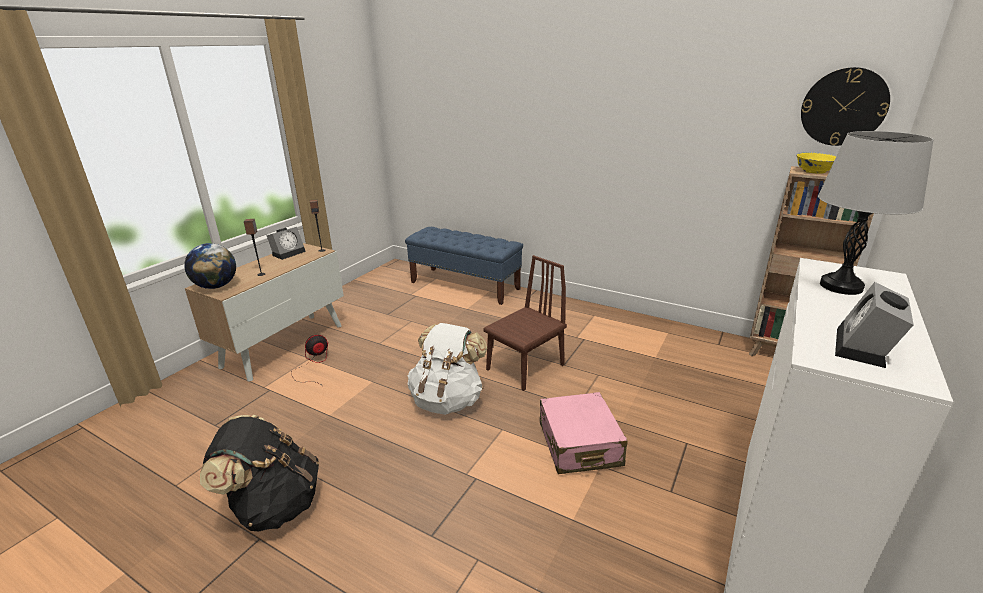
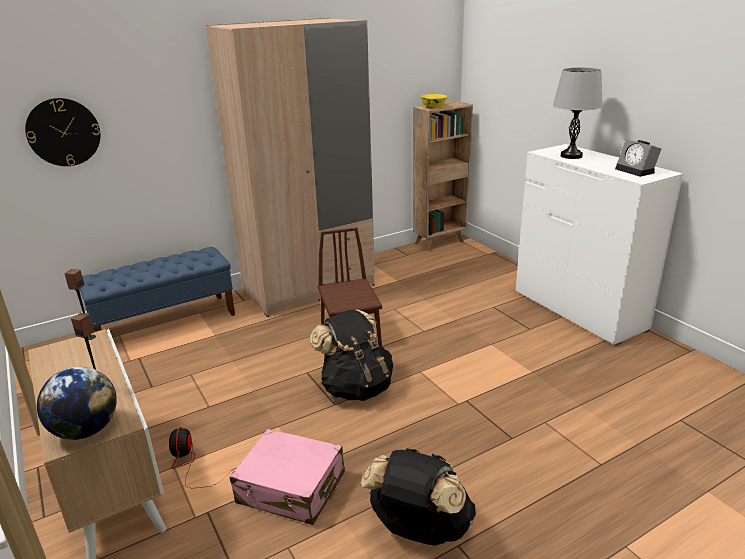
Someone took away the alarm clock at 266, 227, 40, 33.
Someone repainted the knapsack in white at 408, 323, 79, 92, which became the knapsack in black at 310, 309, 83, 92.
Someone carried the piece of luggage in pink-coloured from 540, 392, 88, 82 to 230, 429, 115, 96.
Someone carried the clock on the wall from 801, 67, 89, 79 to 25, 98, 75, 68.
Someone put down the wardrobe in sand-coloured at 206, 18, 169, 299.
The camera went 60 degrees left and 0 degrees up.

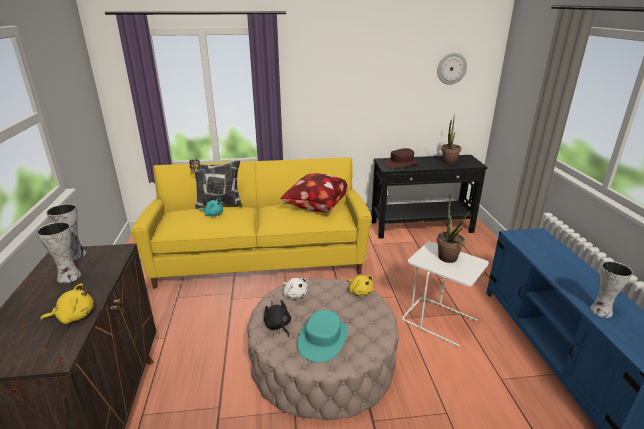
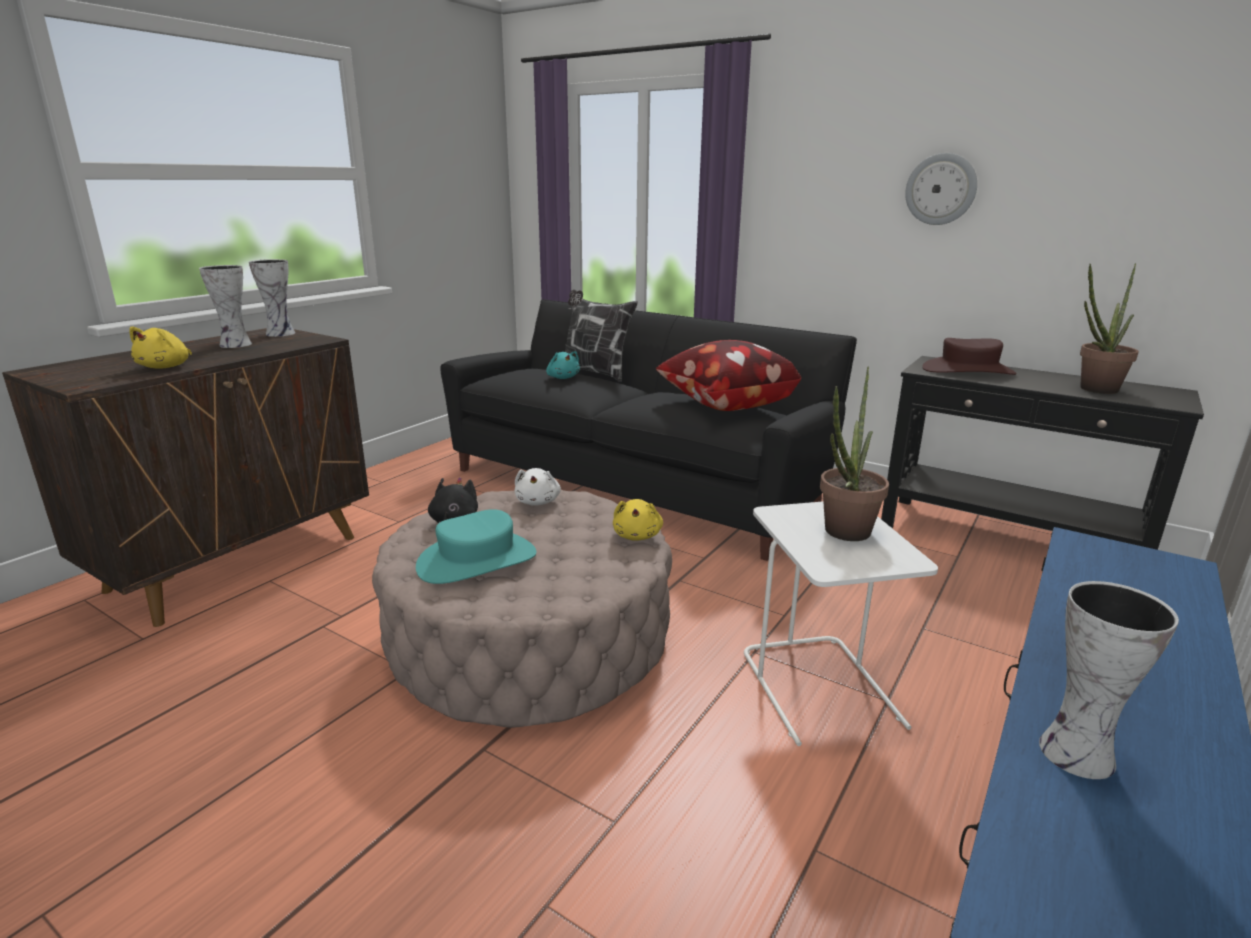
Someone rotated the plush toy in yellow at 40, 283, 54, 41 by 75 degrees clockwise.
Someone repainted the sofa in yellow at 131, 157, 241, 132, which became the sofa in black at 440, 299, 417, 262.
Someone carried the clock on the wall from 437, 53, 30, 32 to 905, 153, 72, 72.
The camera went 40 degrees right and 5 degrees down.

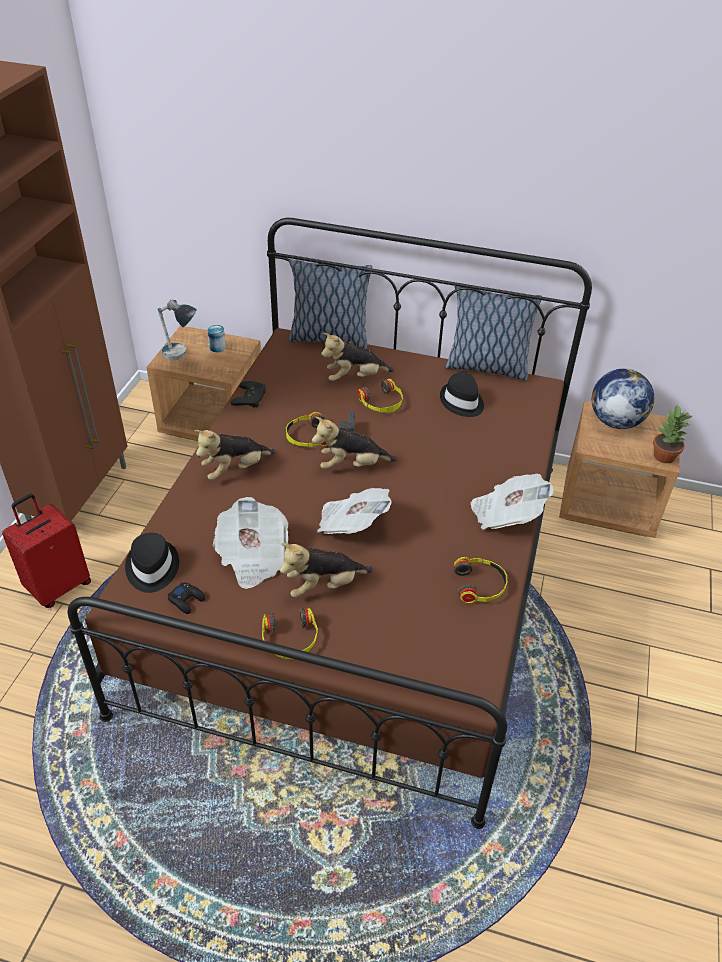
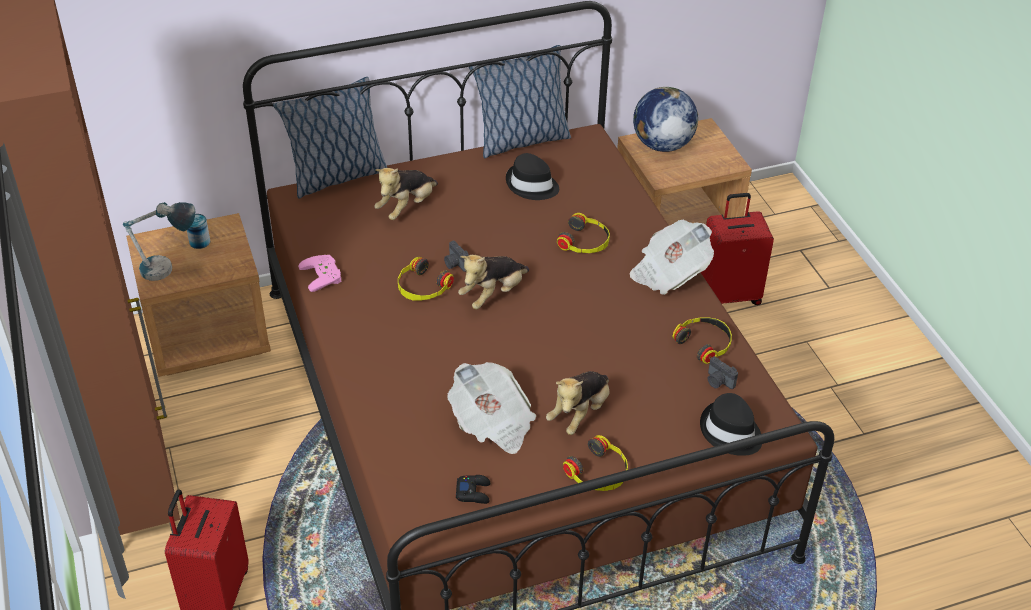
Someone carried the wearable hat in black from 125, 533, 54, 60 to 700, 393, 62, 63.
Someone took away the plush toy at 194, 430, 81, 50.
Someone repainted the gamepad in black at 230, 381, 36, 27, which became the gamepad in pink-coloured at 298, 255, 44, 37.
Someone took away the newspaper at 317, 488, 75, 46.
Someone carried the pair of headphones from 358, 379, 45, 34 to 557, 213, 53, 40.
Someone took away the houseplant at 653, 404, 39, 59.
Someone put down the piece of luggage in red-coloured at 701, 193, 73, 112.
Someone put down the still camera at 708, 357, 30, 32.
The camera went 35 degrees left and 0 degrees up.

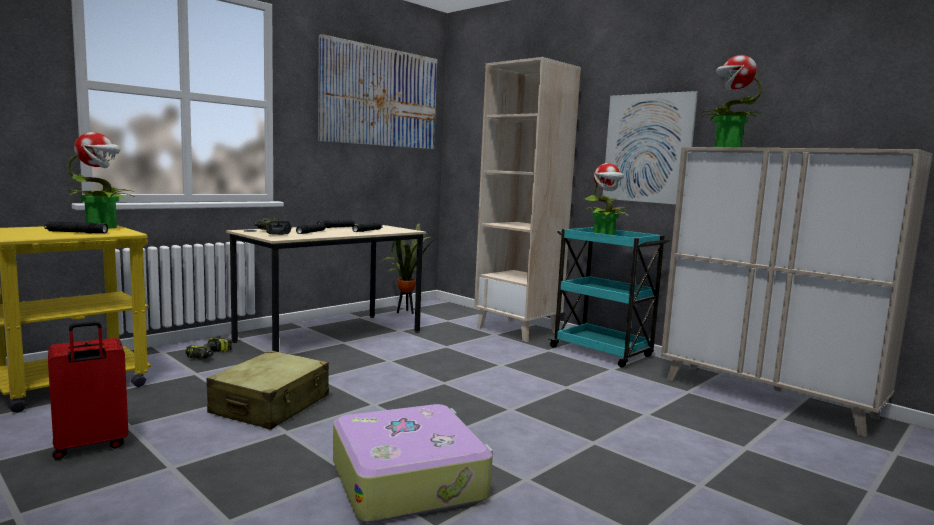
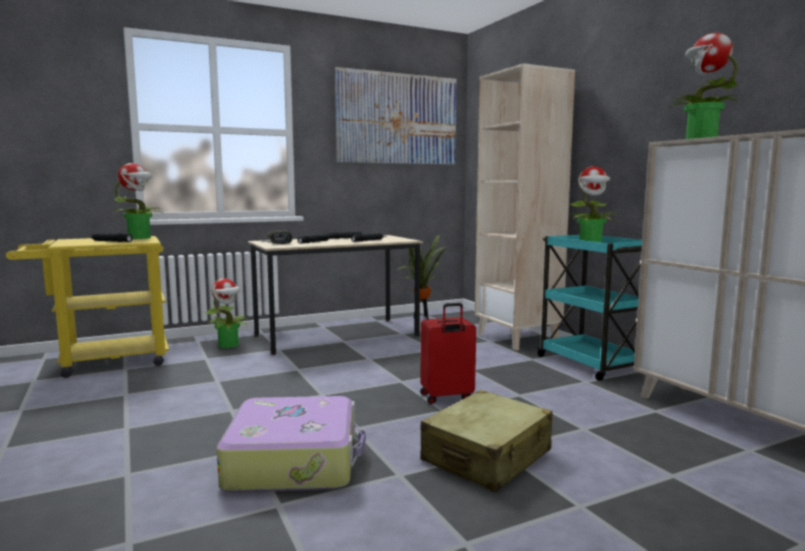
Someone carried the piece of luggage in red-coloured from 48, 321, 80, 139 to 420, 303, 56, 101.
Someone swapped the electric drill at 186, 336, 46, 23 for the houseplant at 205, 278, 43, 70.
Someone carried the piece of luggage in sand-coloured from 206, 350, 123, 80 to 420, 390, 133, 102.
Someone took away the wall picture at 603, 91, 95, 113.
The camera went 20 degrees right and 0 degrees up.

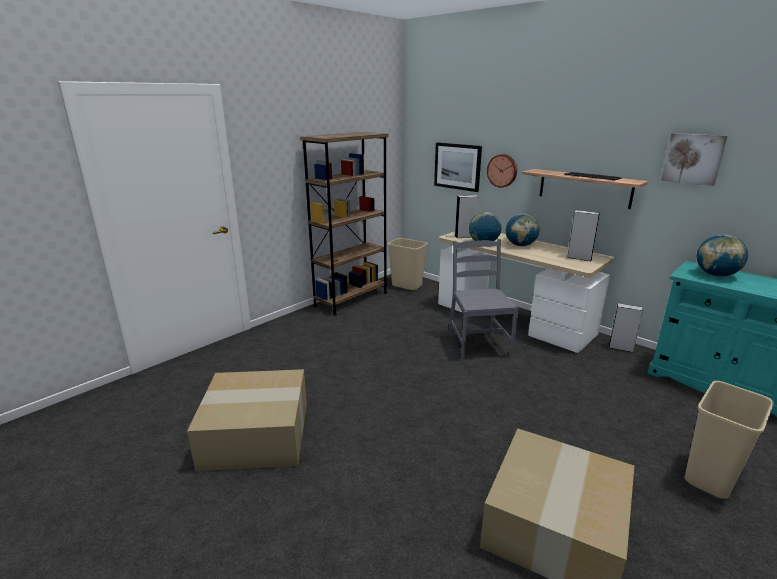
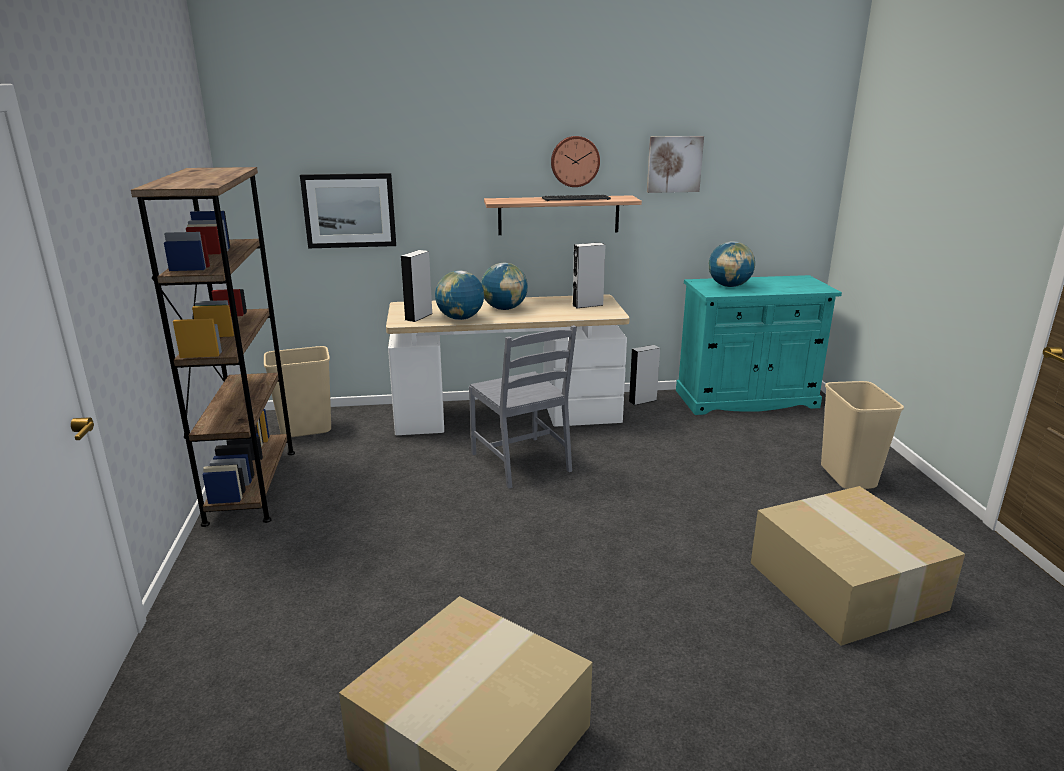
Someone rotated the upright chair in gray at 448, 239, 71, 122 by 150 degrees counterclockwise.
Someone carried the clock on the wall from 487, 154, 30, 34 to 551, 136, 49, 51.
The camera went 50 degrees left and 0 degrees up.

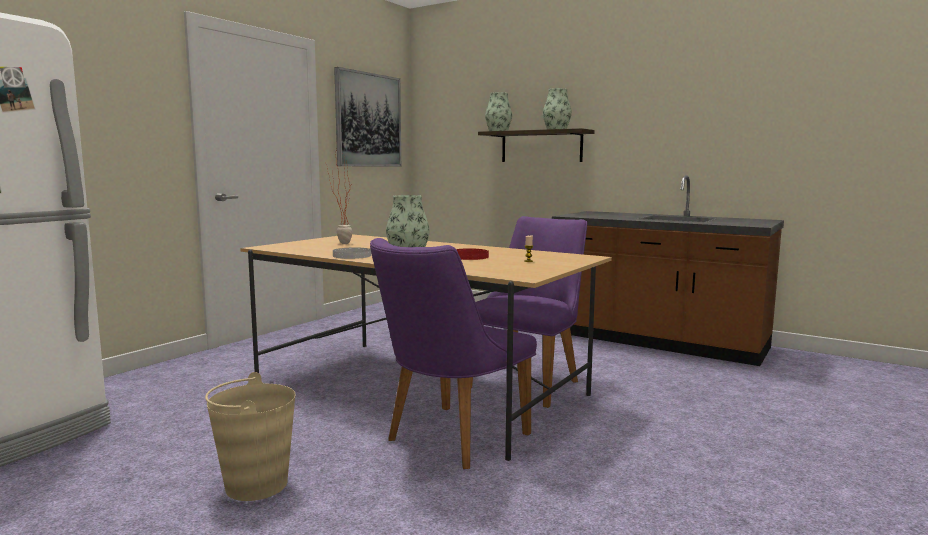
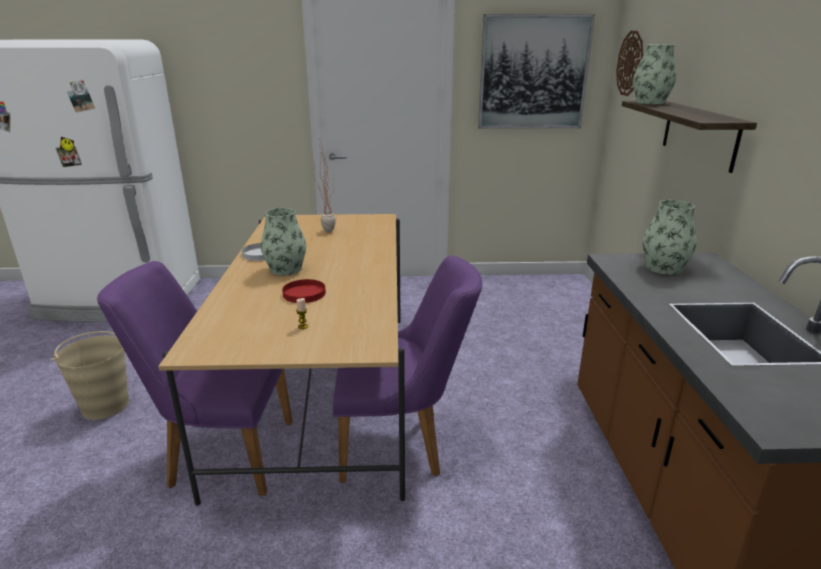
Someone carried the decorative vase from 543, 88, 29, 41 to 642, 200, 55, 75.
Someone put up the clock on the wall at 616, 31, 27, 65.
The camera went 55 degrees right and 15 degrees up.

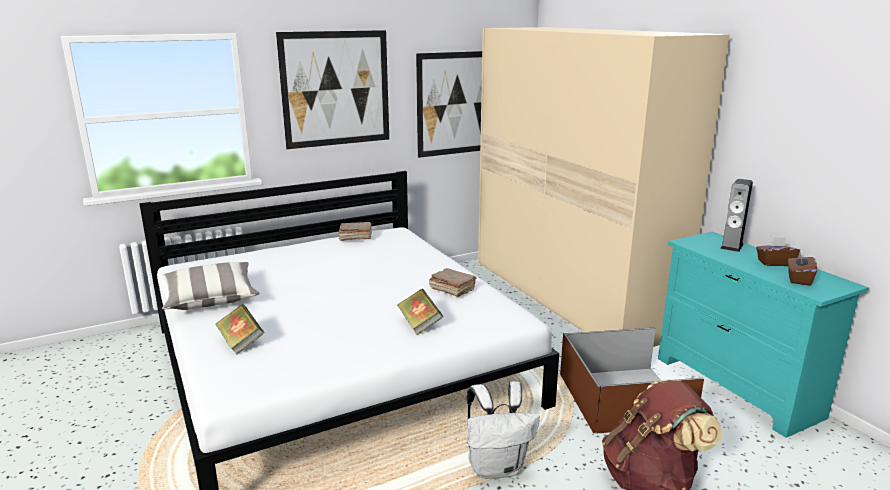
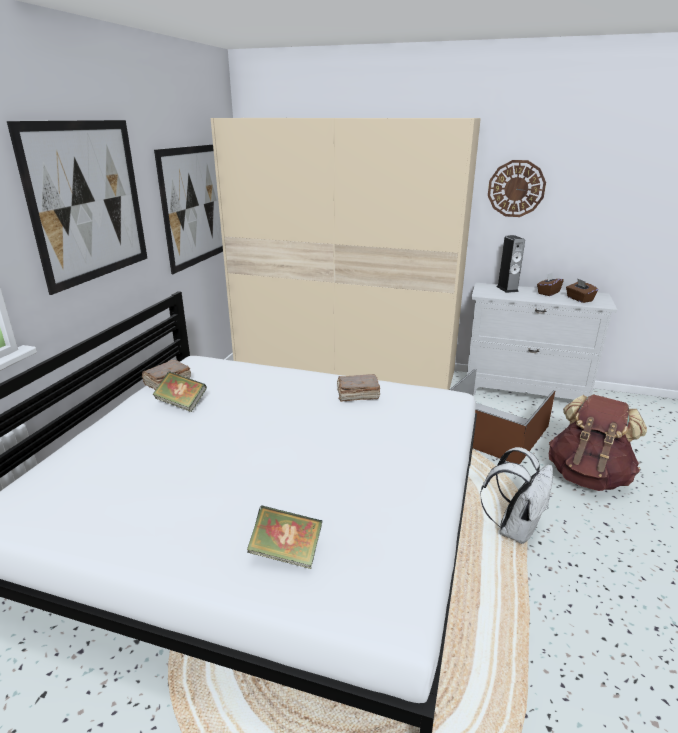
Someone took away the throw pillow at 161, 262, 99, 48.
Someone carried the volume from 397, 289, 46, 46 to 153, 371, 54, 41.
Someone repainted the drawer chest in turquoise-coloured at 658, 232, 211, 206, which became the drawer chest in white at 467, 283, 150, 117.
Someone put up the clock on the wall at 488, 160, 58, 57.
The camera went 45 degrees left and 5 degrees up.

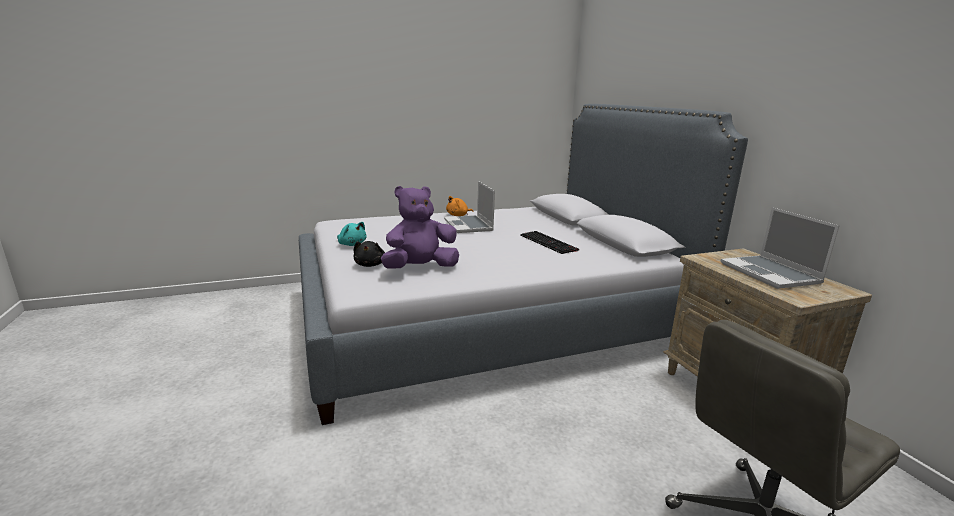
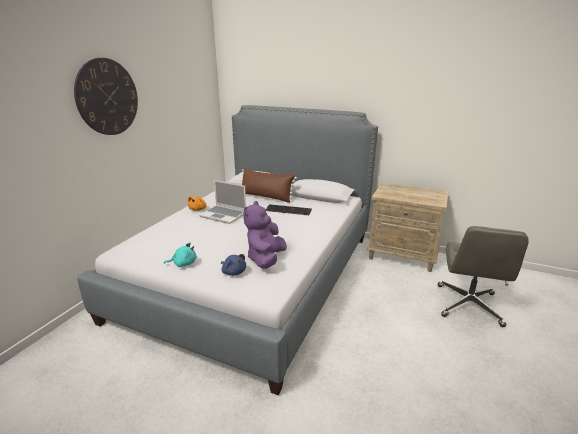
Someone repainted the plush toy in black at 354, 241, 31, 26, which became the plush toy in blue-coloured at 221, 254, 25, 22.
Someone took away the laptop at 721, 207, 118, 82.
Someone put up the clock on the wall at 74, 58, 64, 77.
Someone put down the throw pillow in brown-coloured at 241, 168, 56, 35.
The camera went 45 degrees left and 5 degrees up.

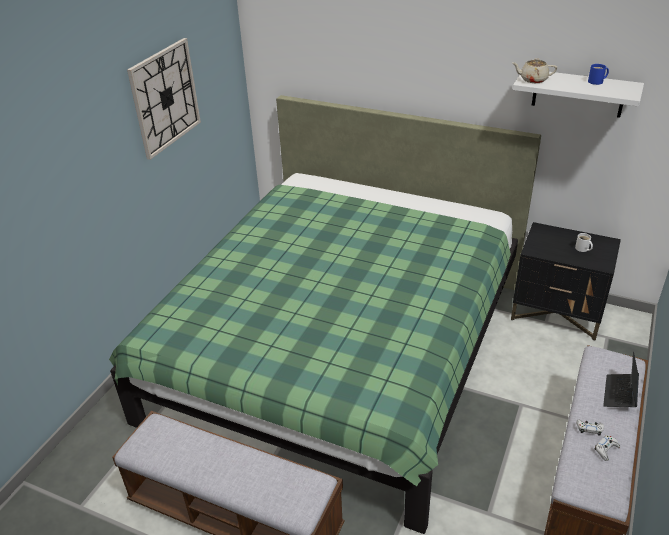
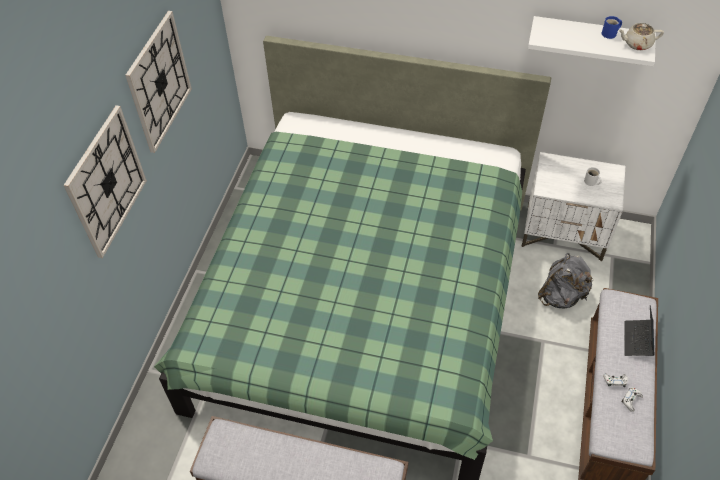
Someone repainted the bedside table in black at 511, 222, 110, 119, which became the bedside table in white at 522, 152, 103, 110.
Someone carried the teapot in sand-coloured from 513, 58, 44, 25 to 618, 23, 46, 27.
Someone put up the clock on the wall at 64, 105, 83, 153.
Someone put down the knapsack in gray at 538, 253, 55, 55.
The camera went 10 degrees left and 15 degrees up.

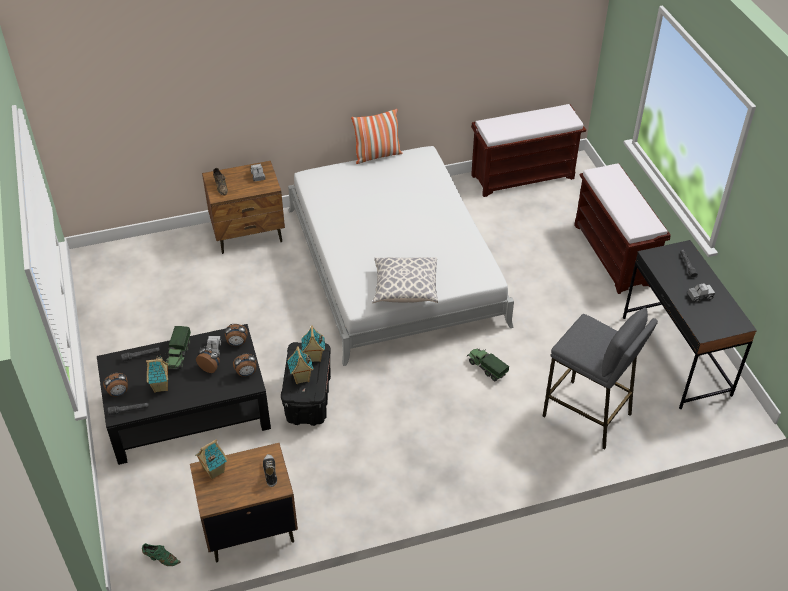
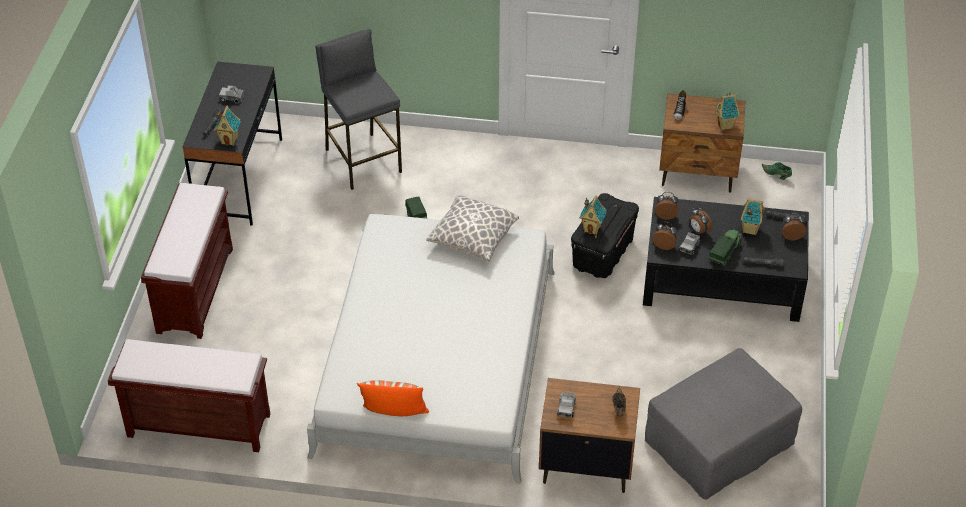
Someone carried the toy house from 287, 346, 27, 38 to 214, 106, 27, 40.
Someone put down the footrest in gray at 645, 348, 157, 152.
The camera went 155 degrees left and 0 degrees up.

